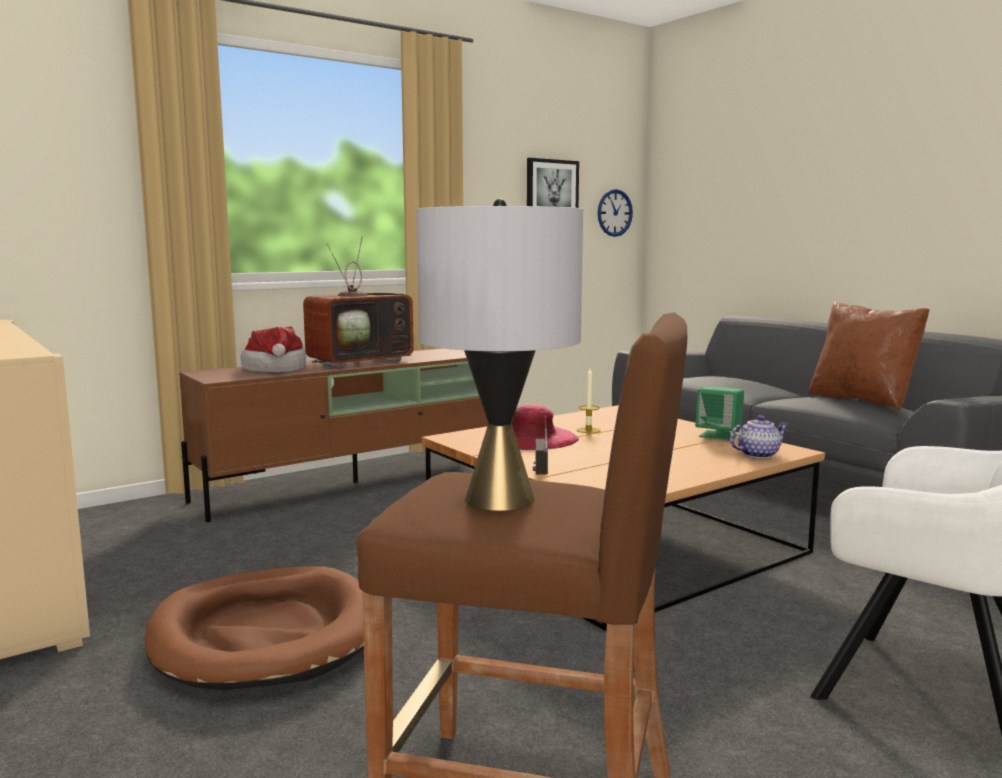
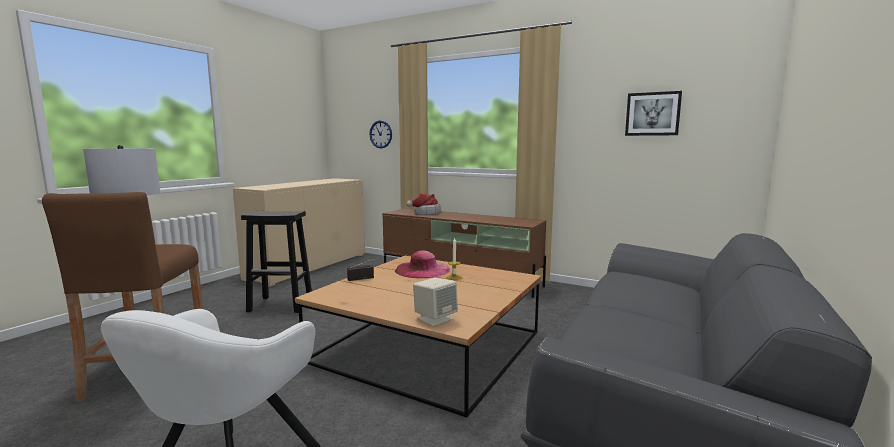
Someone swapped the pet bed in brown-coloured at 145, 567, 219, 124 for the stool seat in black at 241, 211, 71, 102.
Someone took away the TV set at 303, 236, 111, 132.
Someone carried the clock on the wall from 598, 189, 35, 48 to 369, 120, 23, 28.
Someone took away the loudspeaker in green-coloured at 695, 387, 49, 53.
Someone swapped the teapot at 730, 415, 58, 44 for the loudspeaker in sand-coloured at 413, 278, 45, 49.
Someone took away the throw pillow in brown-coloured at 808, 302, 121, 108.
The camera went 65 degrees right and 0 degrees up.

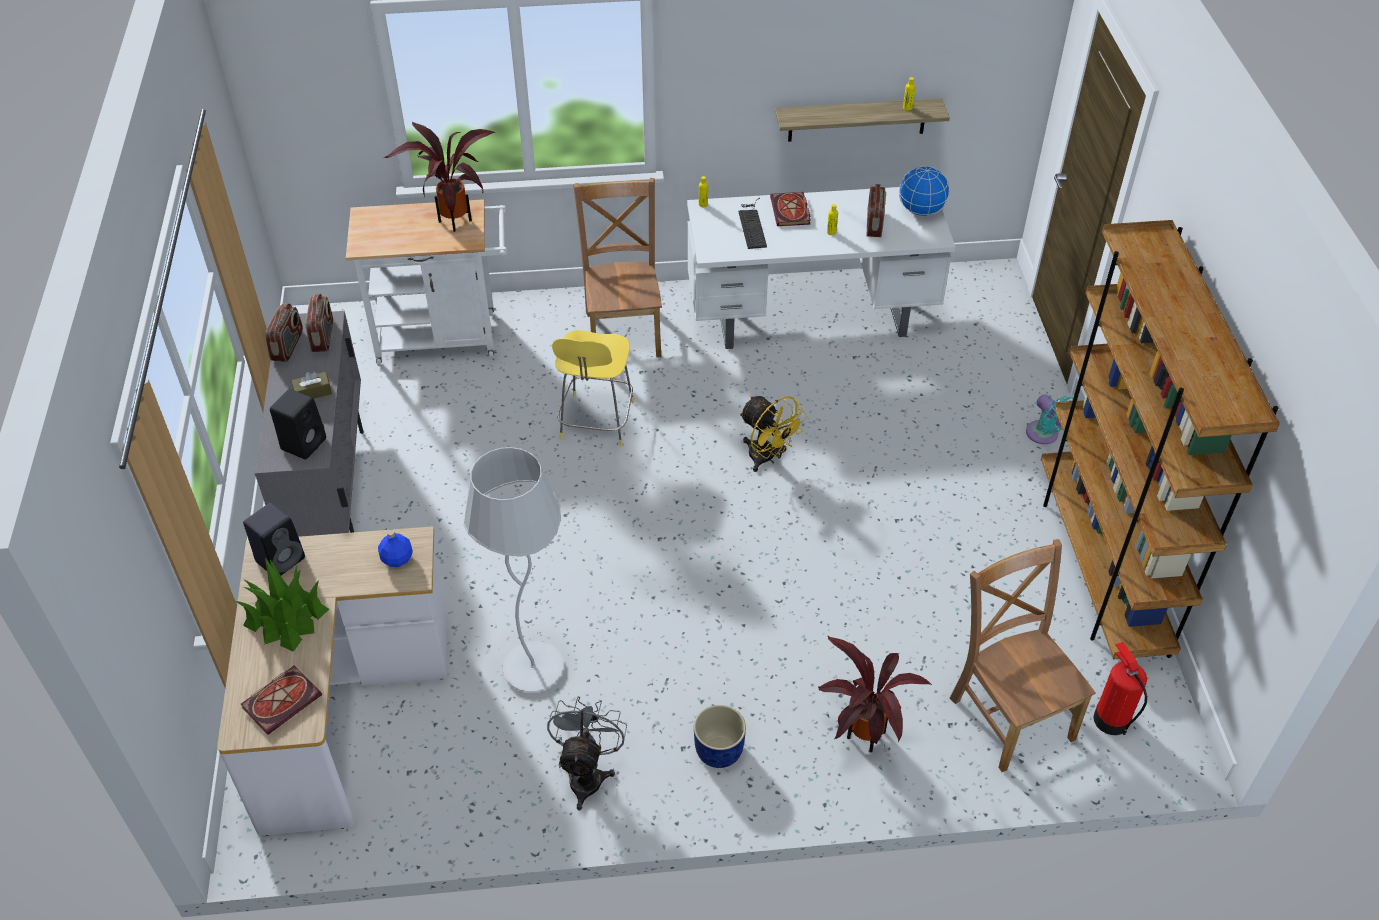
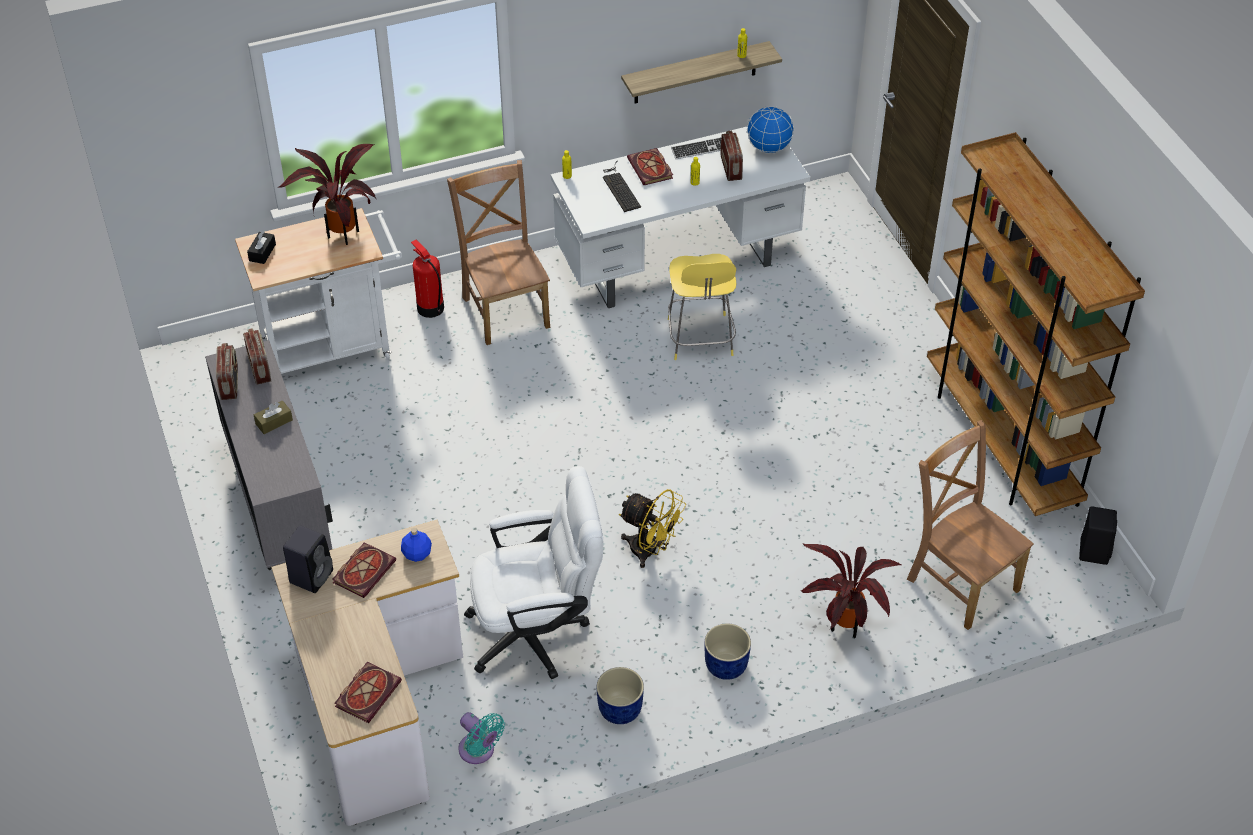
Someone took away the houseplant at 235, 558, 94, 94.
Someone carried the loudspeaker in black from 270, 389, 56, 70 to 1079, 506, 38, 59.
Someone swapped the floor lamp in white at 463, 447, 100, 245 for the office chair in white at 464, 466, 139, 213.
Someone swapped the fan in gray at 547, 696, 80, 115 for the flower pot in blue-coloured at 597, 667, 47, 57.
Someone carried the stool seat in yellow from 552, 330, 82, 117 to 668, 254, 69, 106.
Someone carried the fan in yellow from 739, 396, 68, 76 to 619, 489, 67, 79.
Someone carried the fan in turquoise-coloured from 1026, 394, 47, 50 to 458, 712, 47, 52.
Someone carried the fire-fighting cylinder from 1094, 642, 53, 93 to 411, 240, 33, 78.
Someone put down the box of tissues in black at 247, 231, 29, 33.
Someone put down the volume at 332, 542, 64, 56.
Someone put down the keyboard at 671, 137, 50, 22.
The camera went 15 degrees left and 0 degrees up.

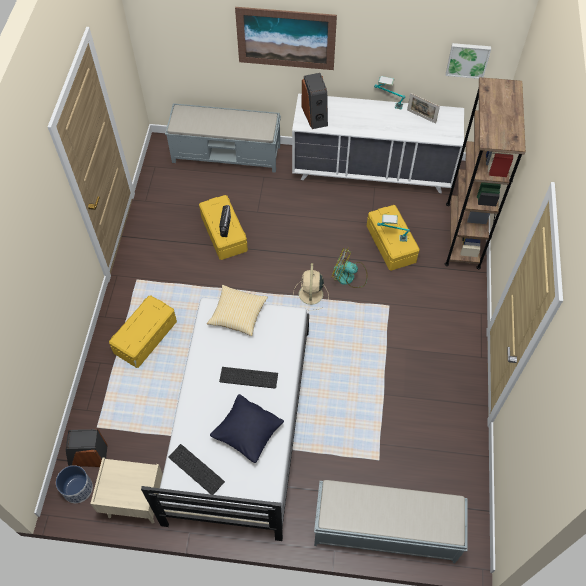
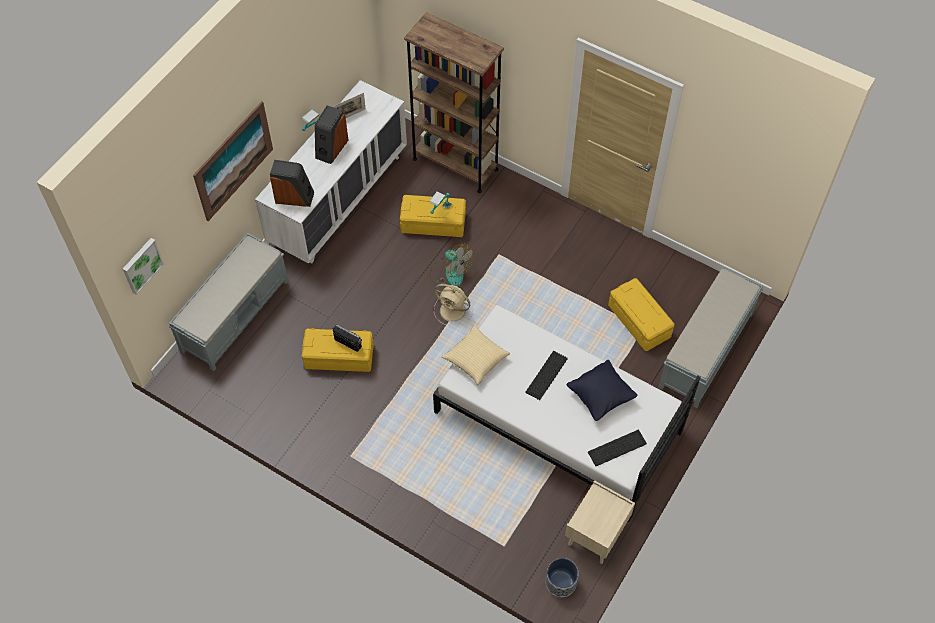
Someone carried the loudspeaker from 66, 429, 42, 38 to 315, 105, 33, 59.
Someone carried the storage bin in yellow from 109, 295, 68, 73 to 608, 278, 67, 73.
Someone rotated the fan at 332, 248, 36, 40 by 90 degrees counterclockwise.
Someone carried the wall picture from 446, 43, 45, 36 to 123, 238, 41, 57.
The camera went 65 degrees left and 0 degrees up.

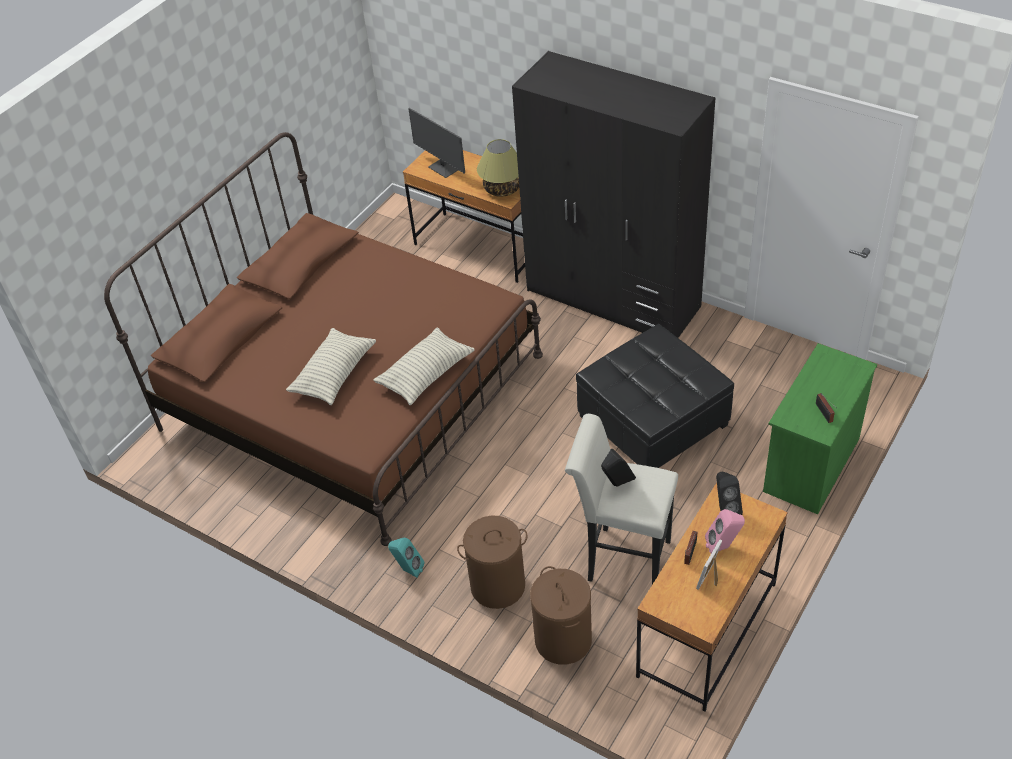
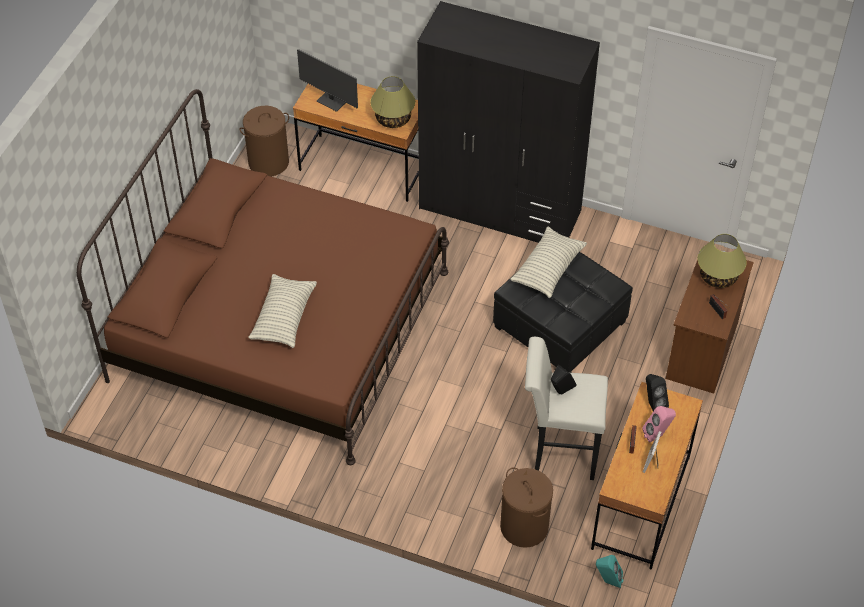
Someone carried the throw pillow from 373, 327, 102, 78 to 511, 226, 76, 72.
Someone carried the loudspeaker in turquoise-coloured from 388, 538, 36, 40 to 596, 555, 27, 33.
Someone carried the washing basket in brown-coloured from 457, 515, 70, 94 to 239, 106, 50, 71.
Someone repainted the drawer chest in green-coloured at 763, 343, 114, 171, which became the drawer chest in brown-coloured at 666, 260, 88, 133.
Someone put down the table lamp at 698, 234, 49, 54.
The camera went 15 degrees left and 5 degrees up.

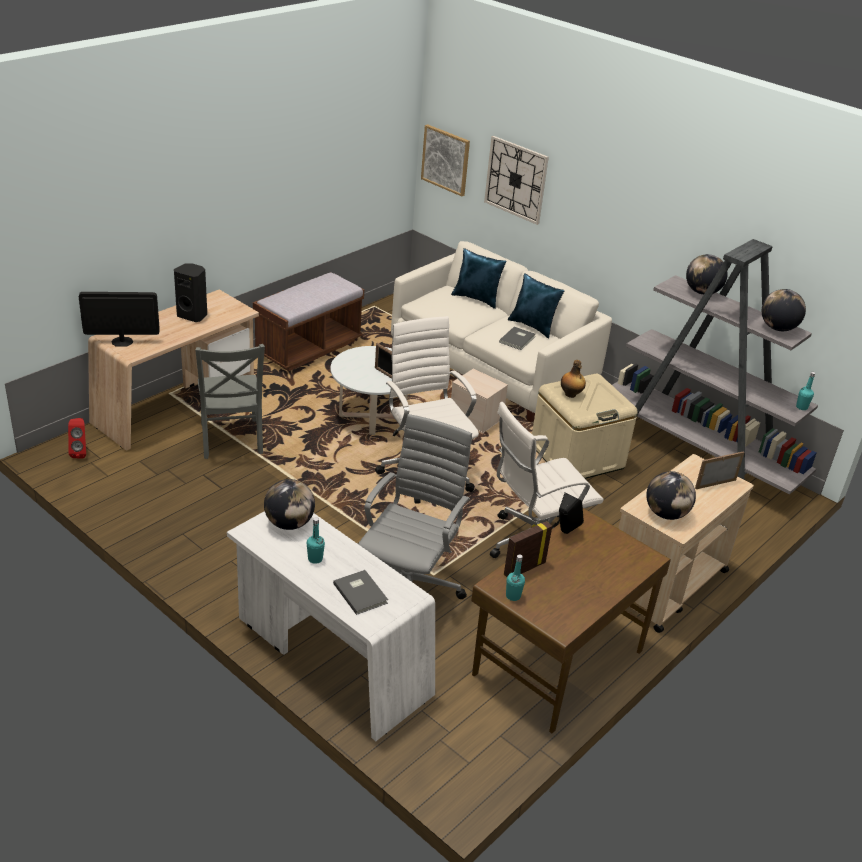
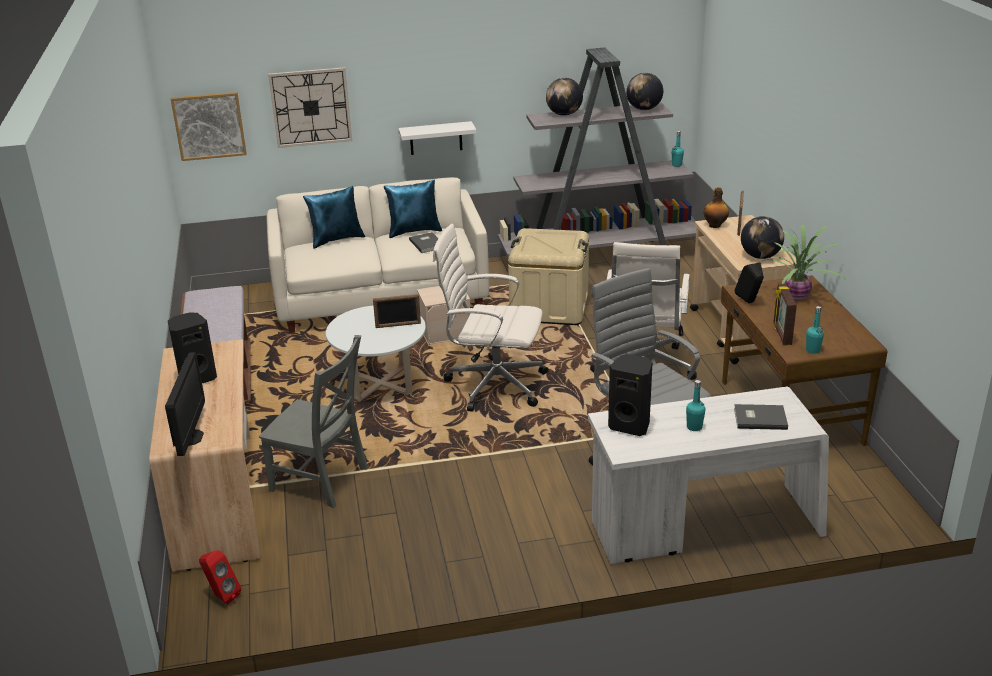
Someone rotated the monitor at 79, 292, 81, 54 by 150 degrees clockwise.
Someone swapped the world globe at 264, 479, 51, 51 for the loudspeaker in black at 608, 354, 45, 82.
Someone carried the drink bottle from 561, 360, 25, 38 to 704, 187, 25, 41.
Someone put up the bracket shelf in white at 398, 121, 78, 34.
Someone put down the houseplant at 762, 224, 85, 77.
The camera went 50 degrees left and 5 degrees down.

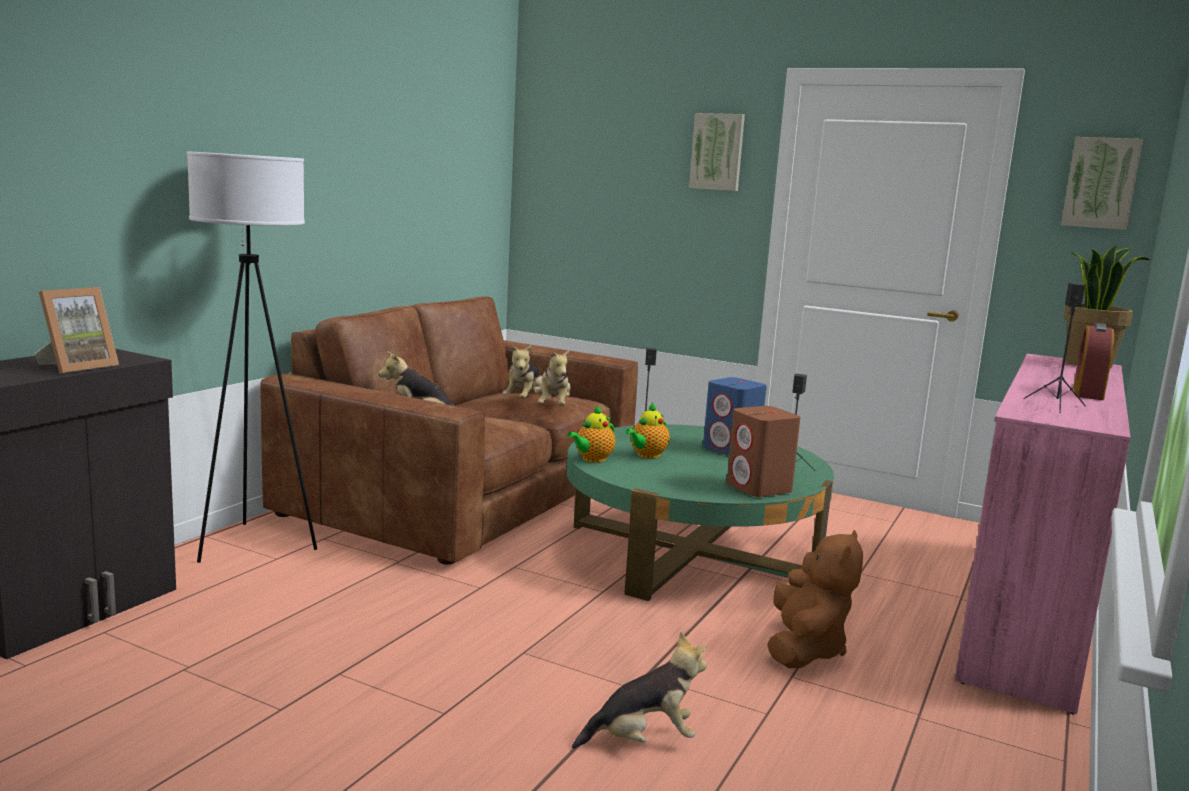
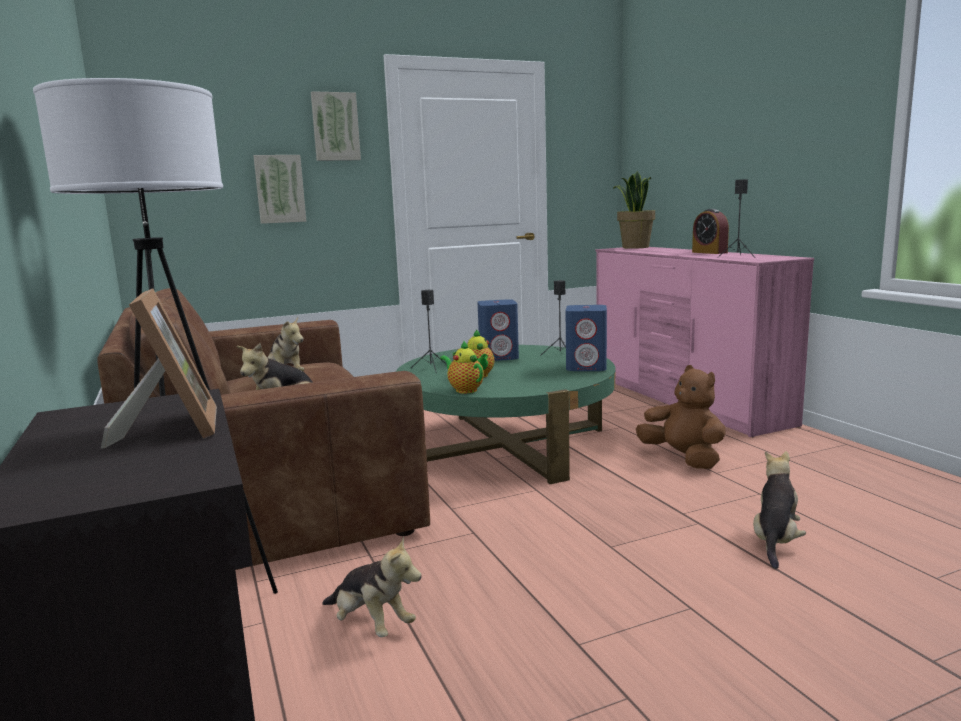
Someone carried the plush toy from 535, 350, 36, 56 to 322, 536, 100, 101.
Someone rotated the teapot at 567, 405, 48, 58 by 150 degrees clockwise.
Someone repainted the loudspeaker in brown-coloured at 727, 406, 73, 91, which became the loudspeaker in blue-coloured at 565, 305, 42, 66.
Someone carried the wall picture from 1061, 137, 82, 93 to 254, 155, 53, 69.
The camera went 50 degrees left and 0 degrees up.

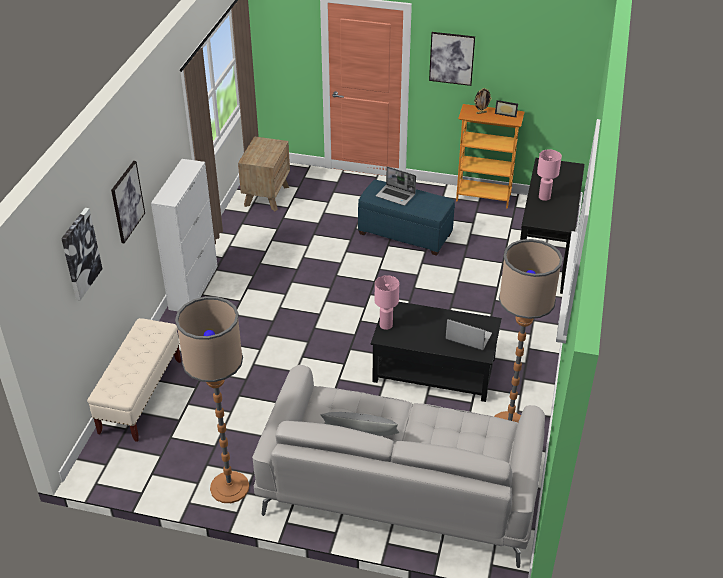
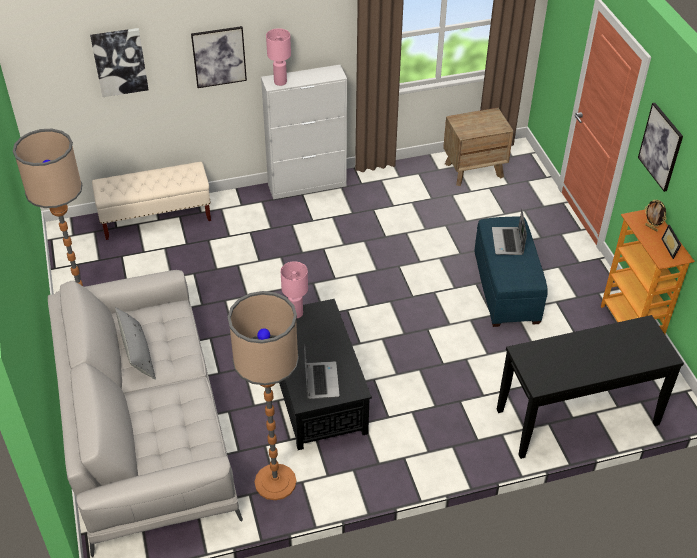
Someone carried the table lamp in pink-coloured from 537, 149, 25, 52 to 266, 28, 25, 58.
The camera went 60 degrees right and 5 degrees up.

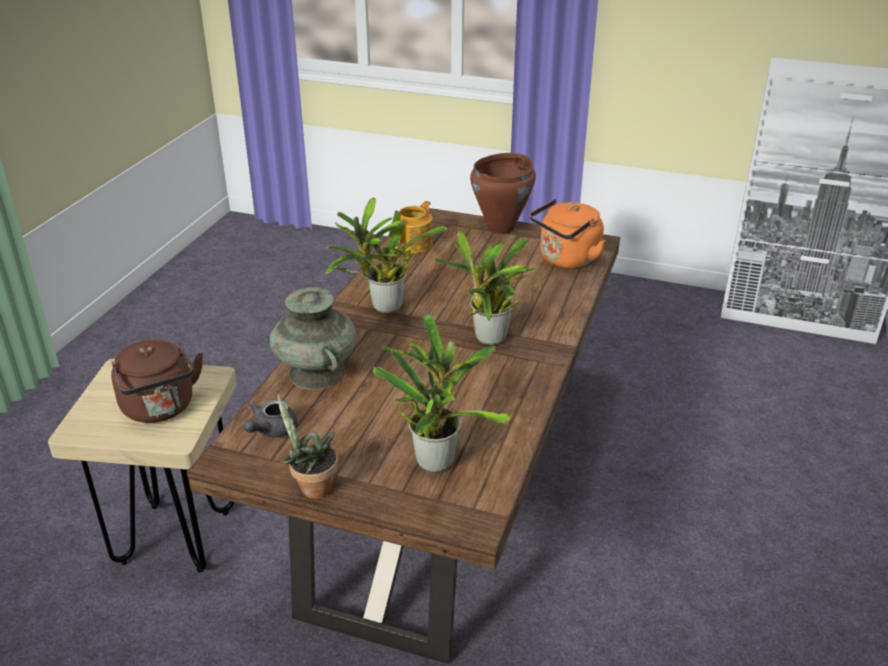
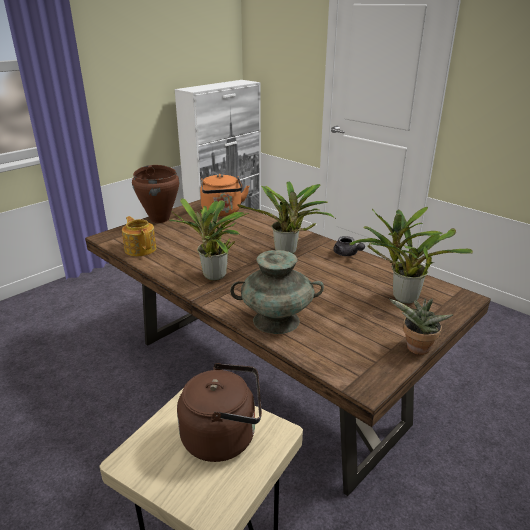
Someone carried the teapot in gray from 244, 400, 53, 38 to 333, 236, 32, 20.
The camera went 65 degrees left and 5 degrees down.

